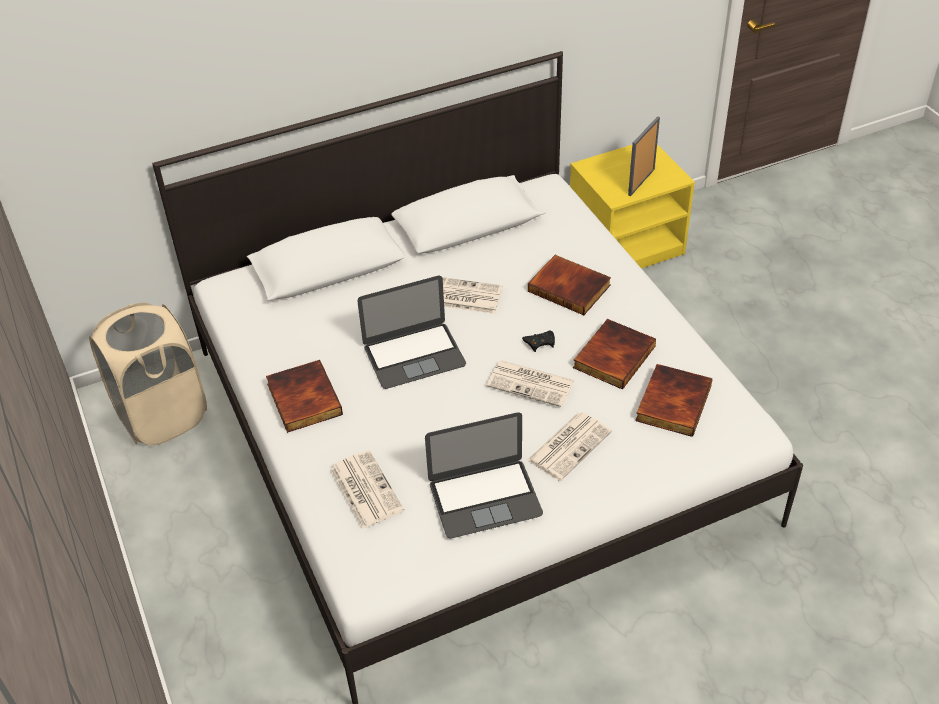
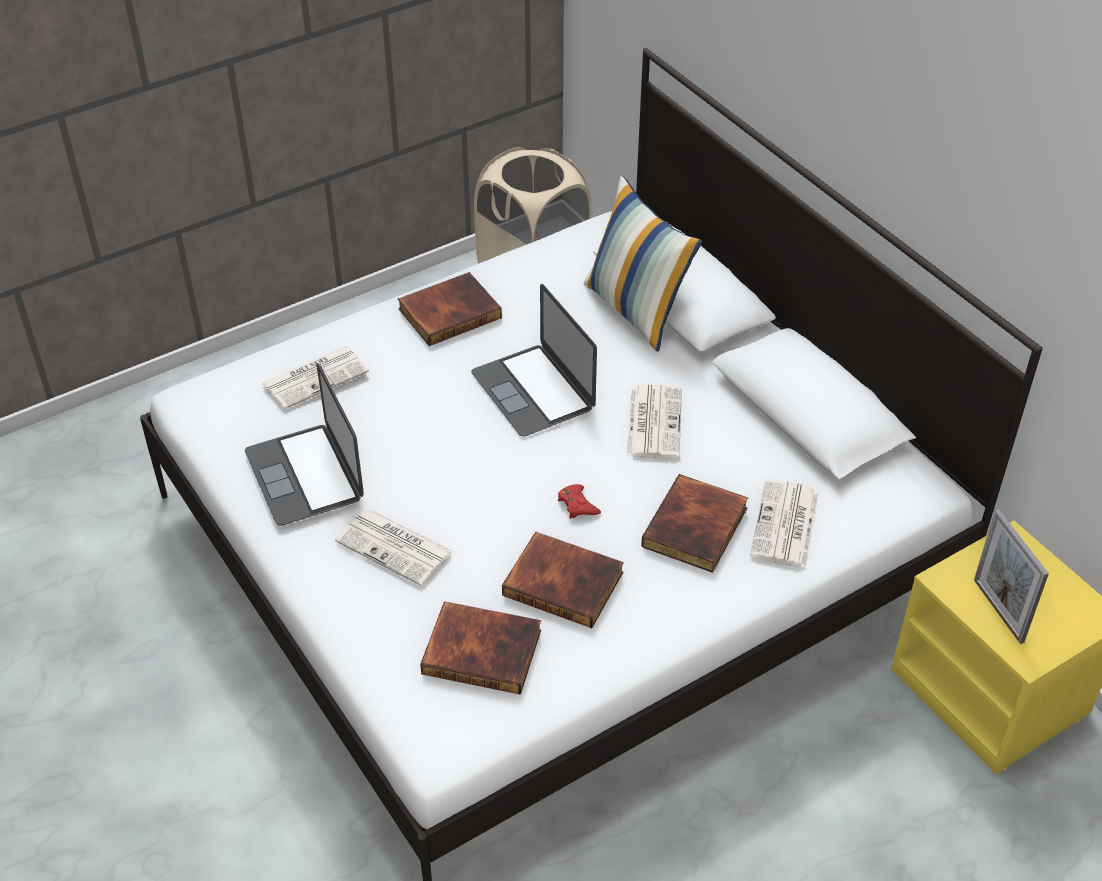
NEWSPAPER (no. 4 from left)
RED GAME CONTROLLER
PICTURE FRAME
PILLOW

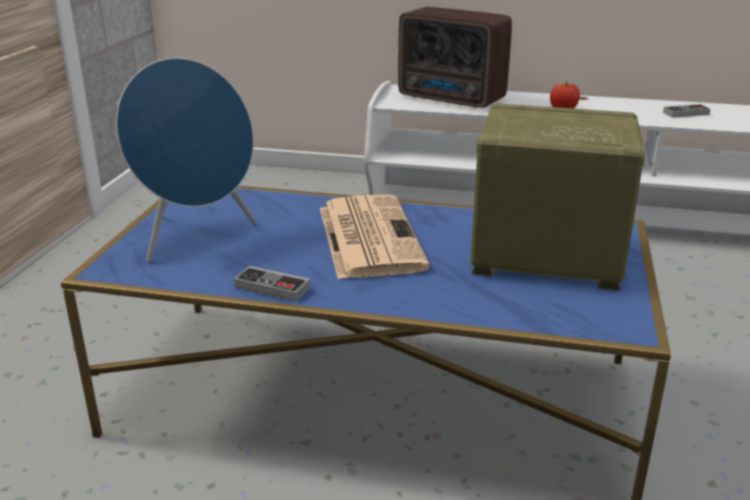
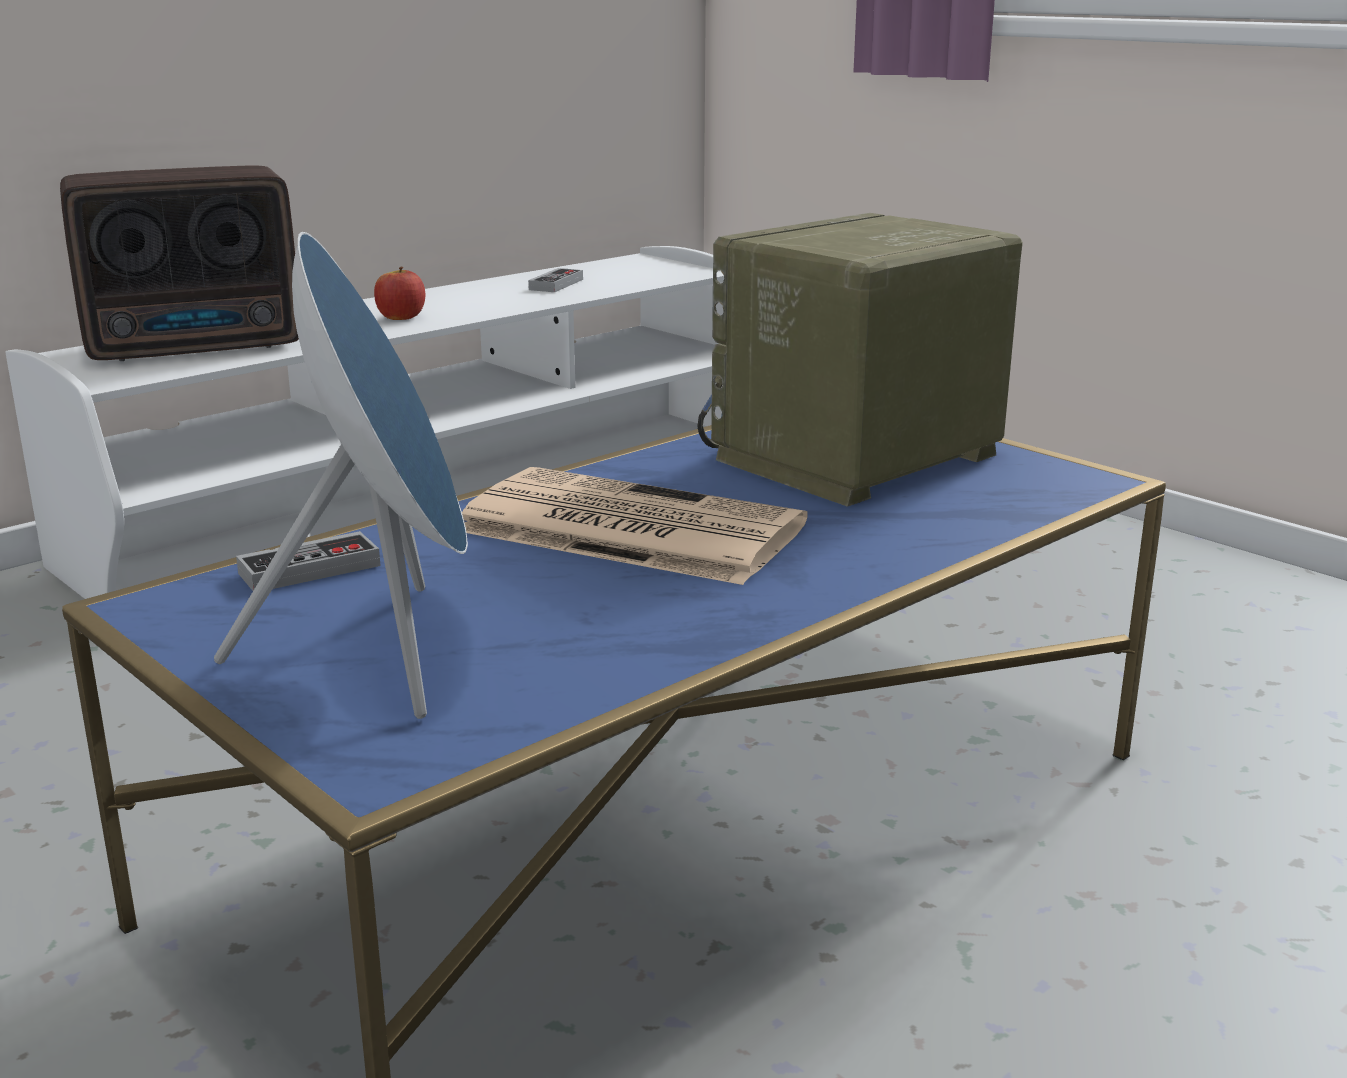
GAME CONTROLLER (no. 1 from left)

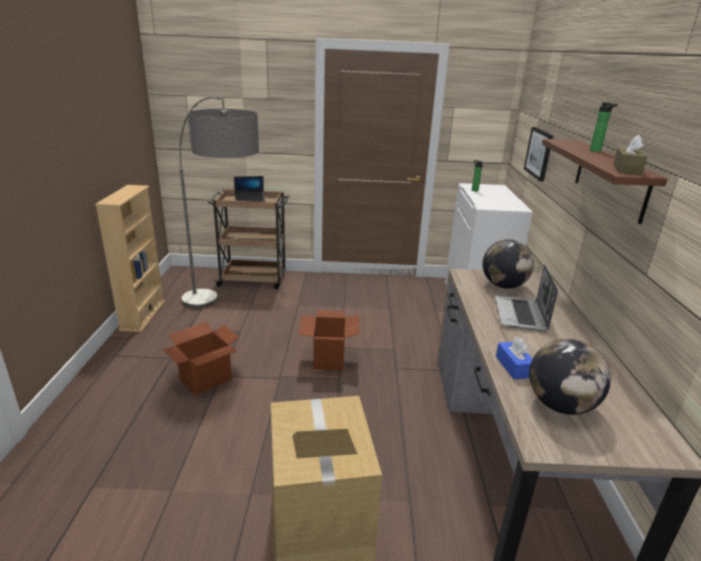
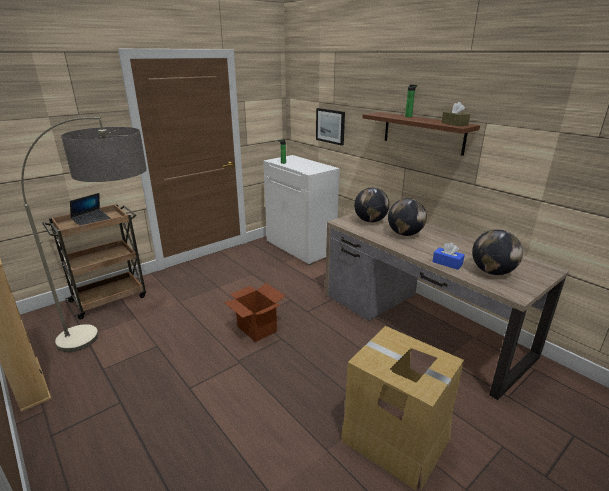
CARDBOARD BOX (no. 1 from left in the first image)
GLOBE (no. 2 from left)

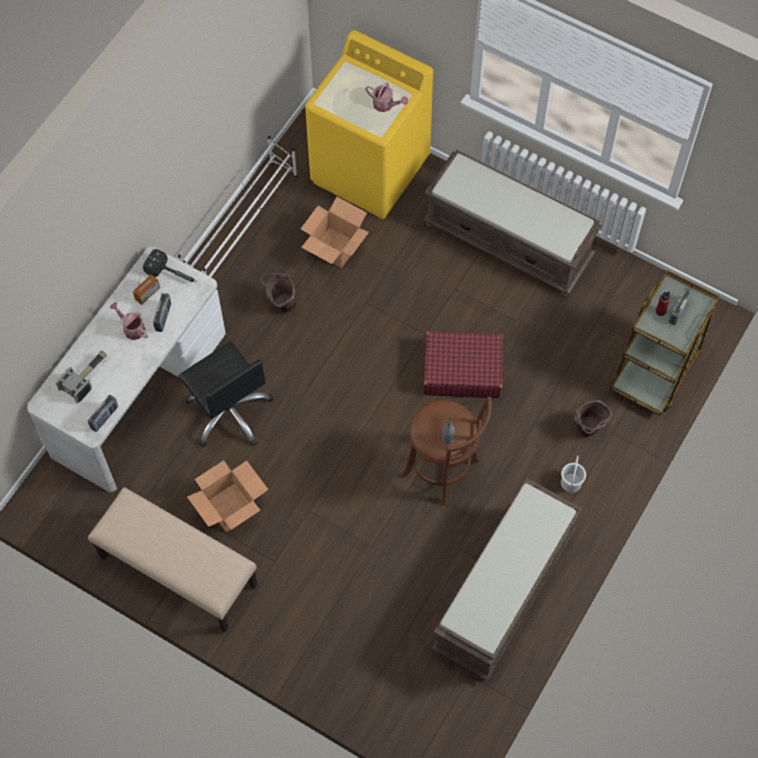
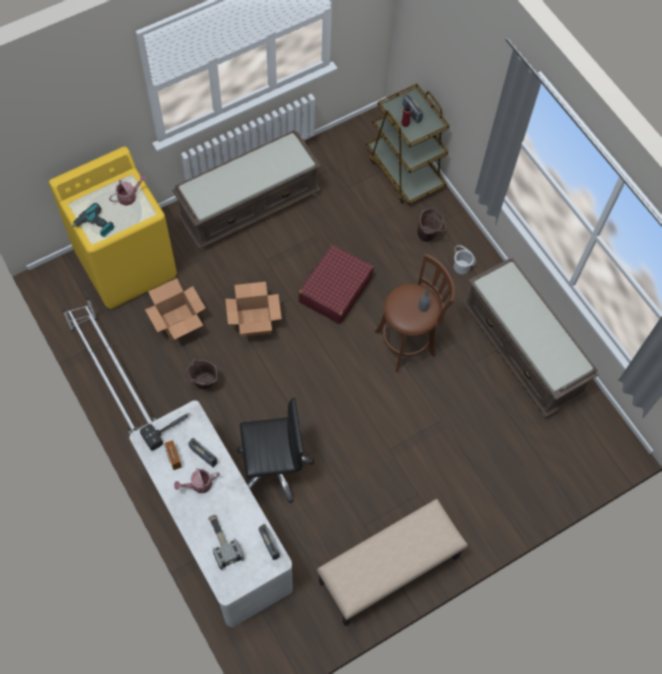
CARDBOARD BOX (no. 2 from left)
POWER DRILL

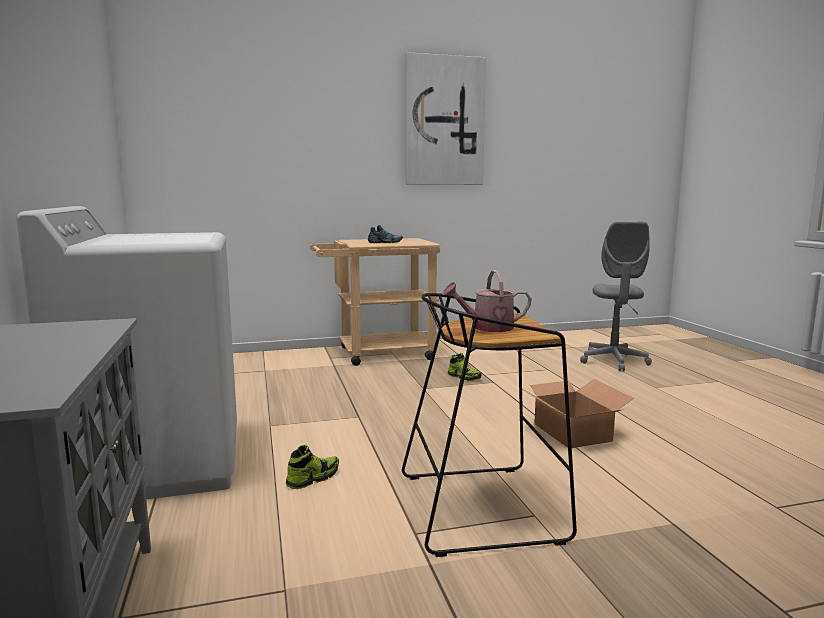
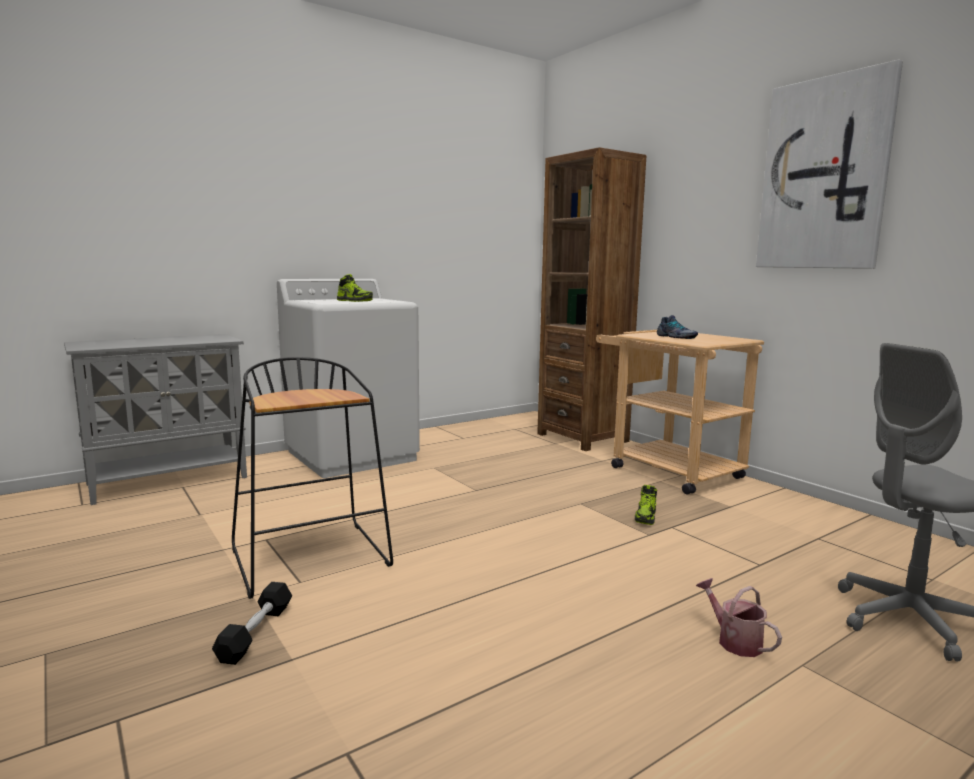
SHOE (no. 1 from left)
WATERING CAN
CARDBOARD BOX
BLACK DUMBBELL
BROWN BOOKCASE

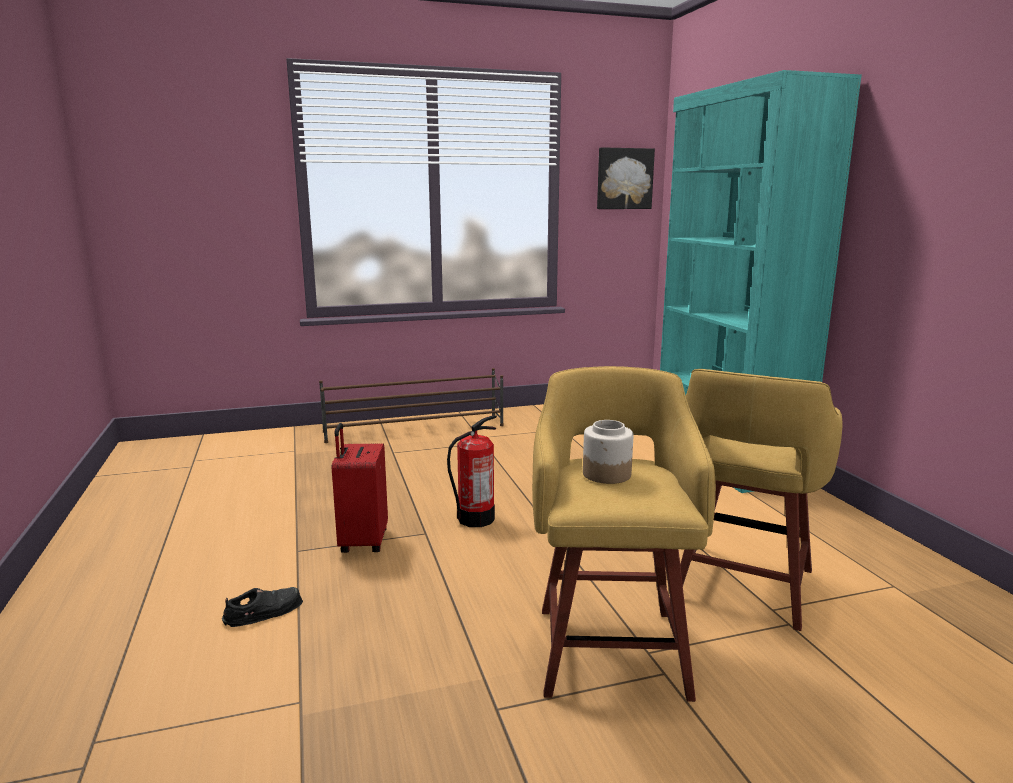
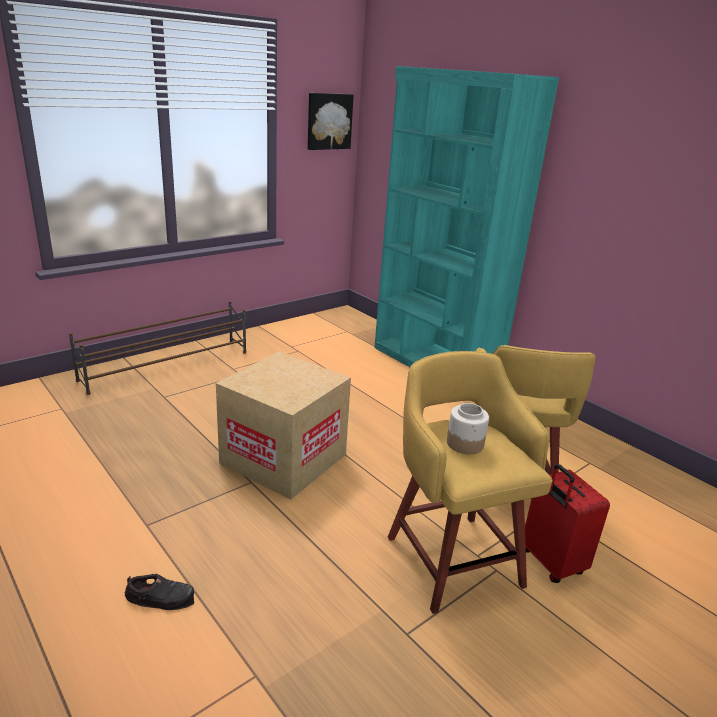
BLACK SHOE
RED SUITCASE
CARDBOARD BOX

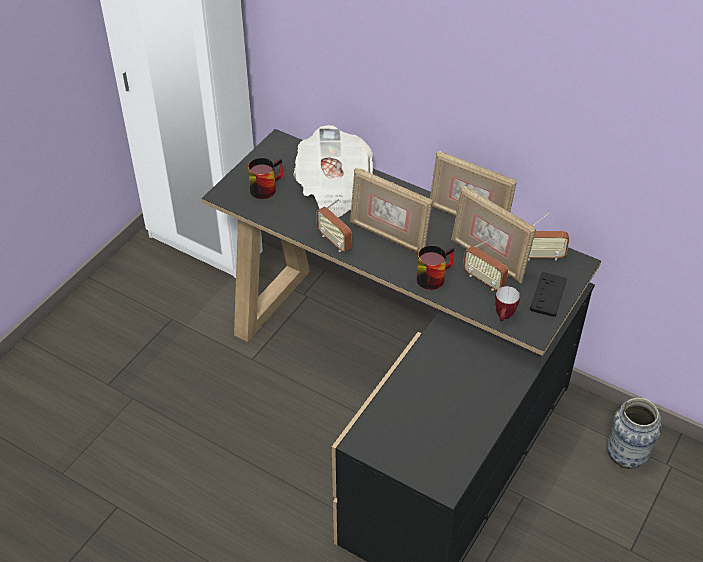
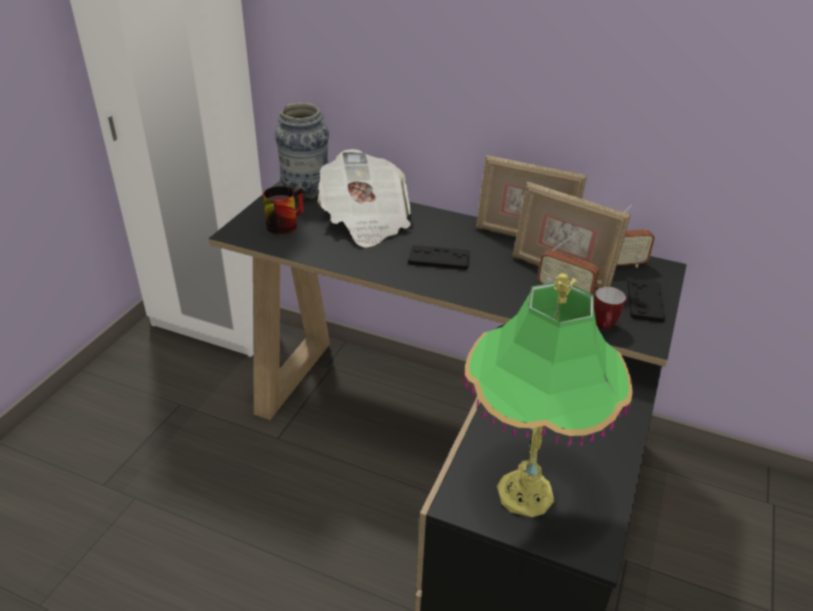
RADIO (no. 1 from left in the first image)
BLACK GAME CONTROLLER (no. 1 from left)
MUG (no. 2 from left in the first image)
VASE
TABLE LAMP

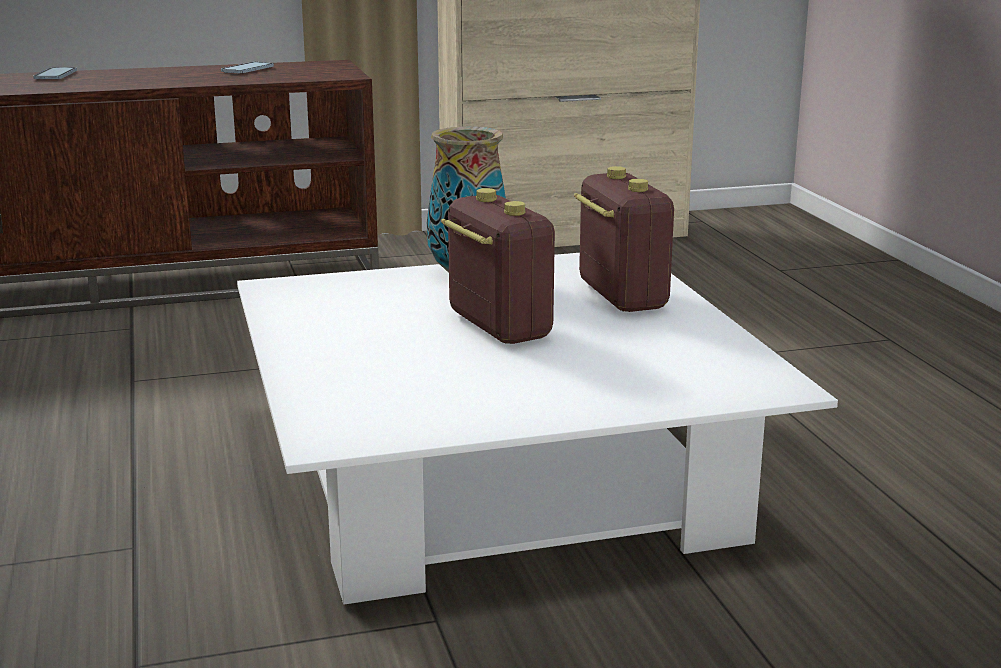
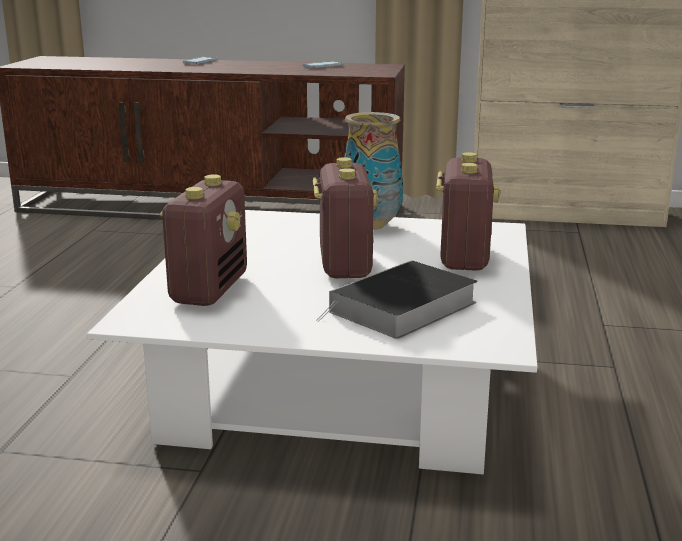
RADIO (no. 1 from left)
BOOK

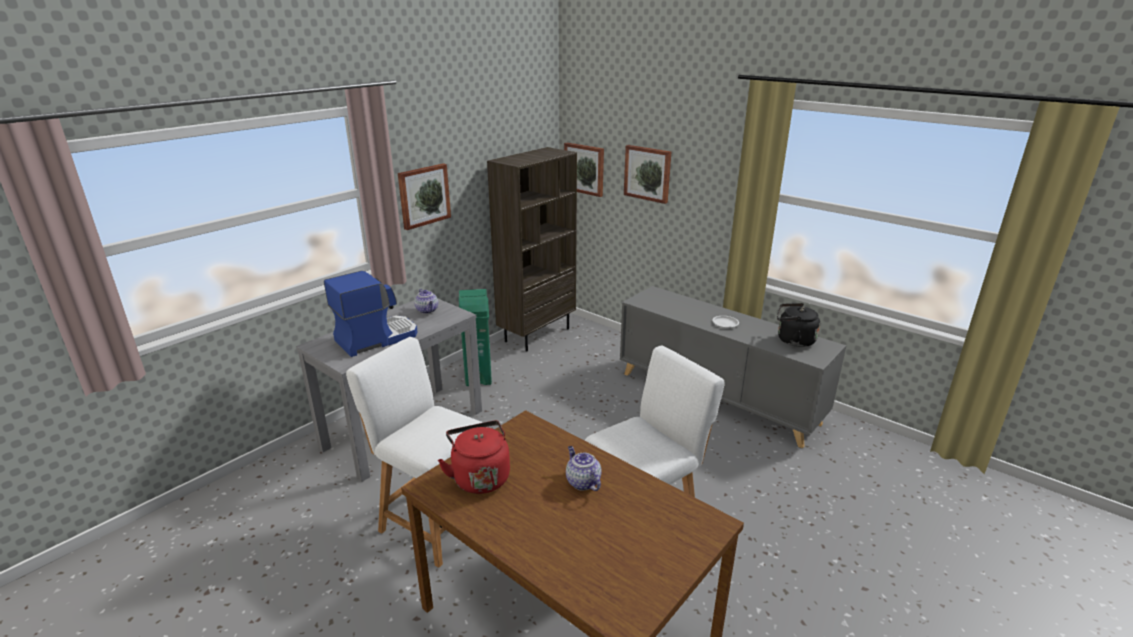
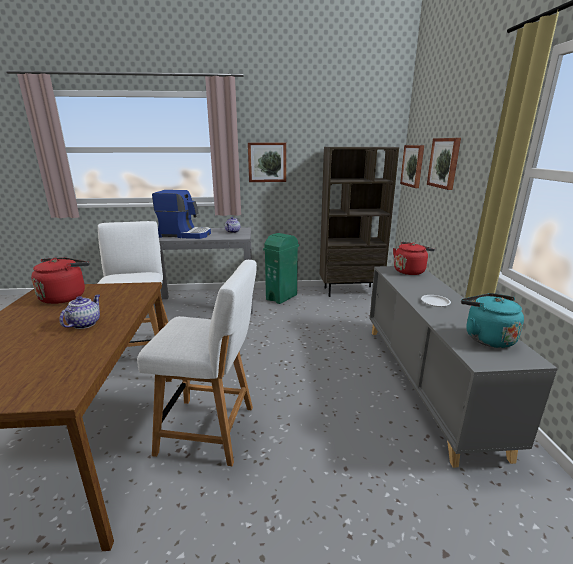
TURQUOISE KETTLE
RED KETTLE (no. 2 from left)

